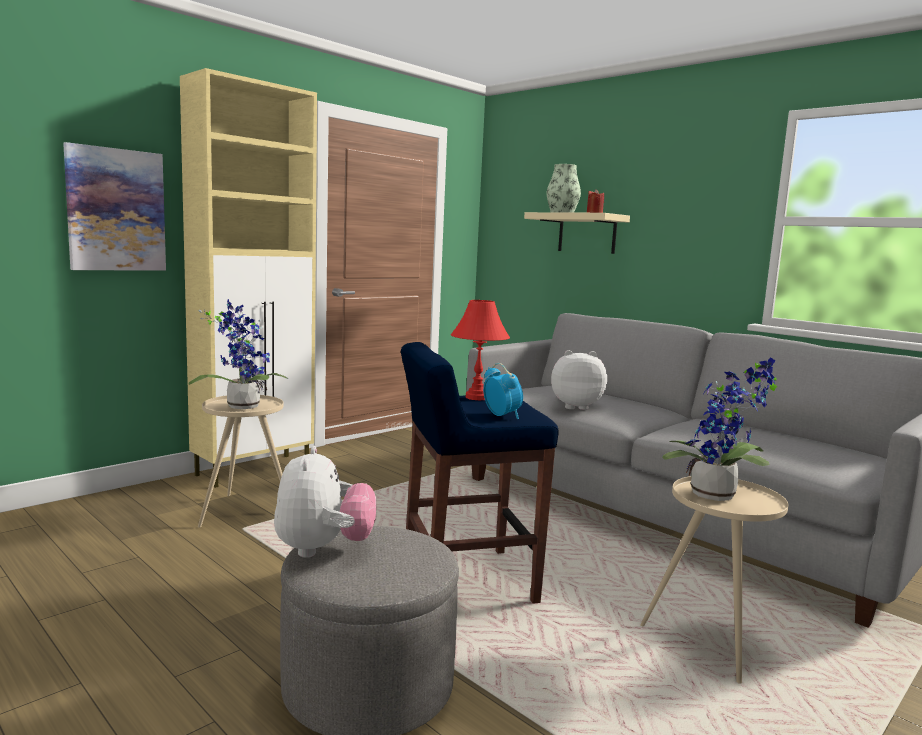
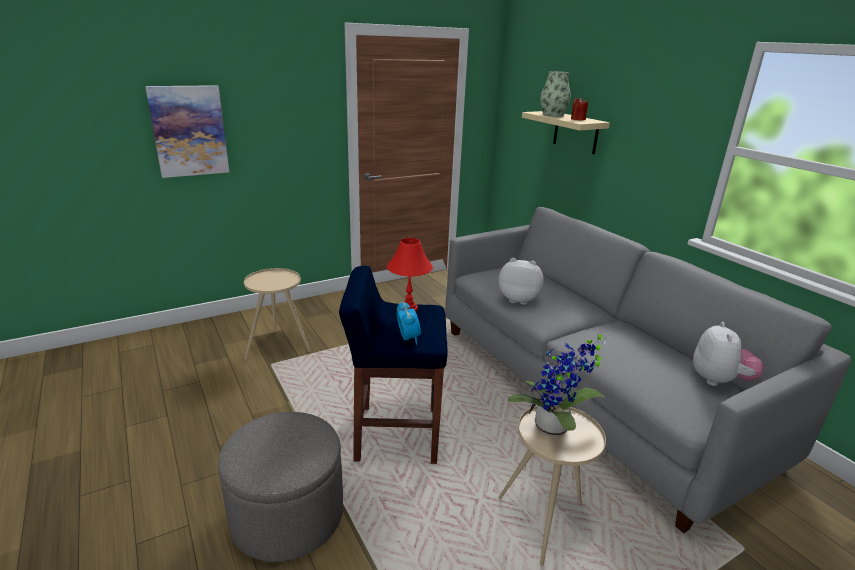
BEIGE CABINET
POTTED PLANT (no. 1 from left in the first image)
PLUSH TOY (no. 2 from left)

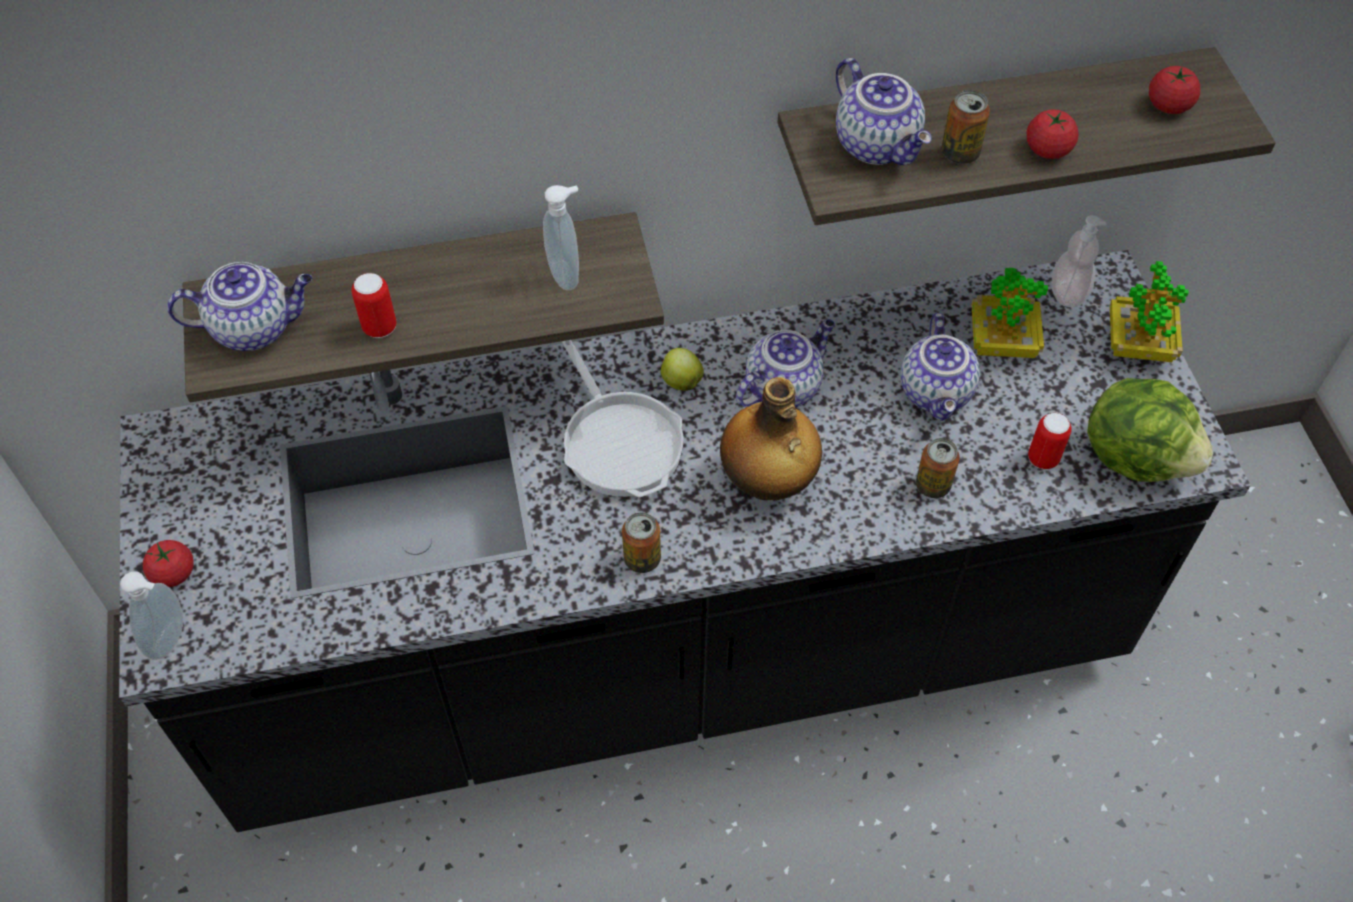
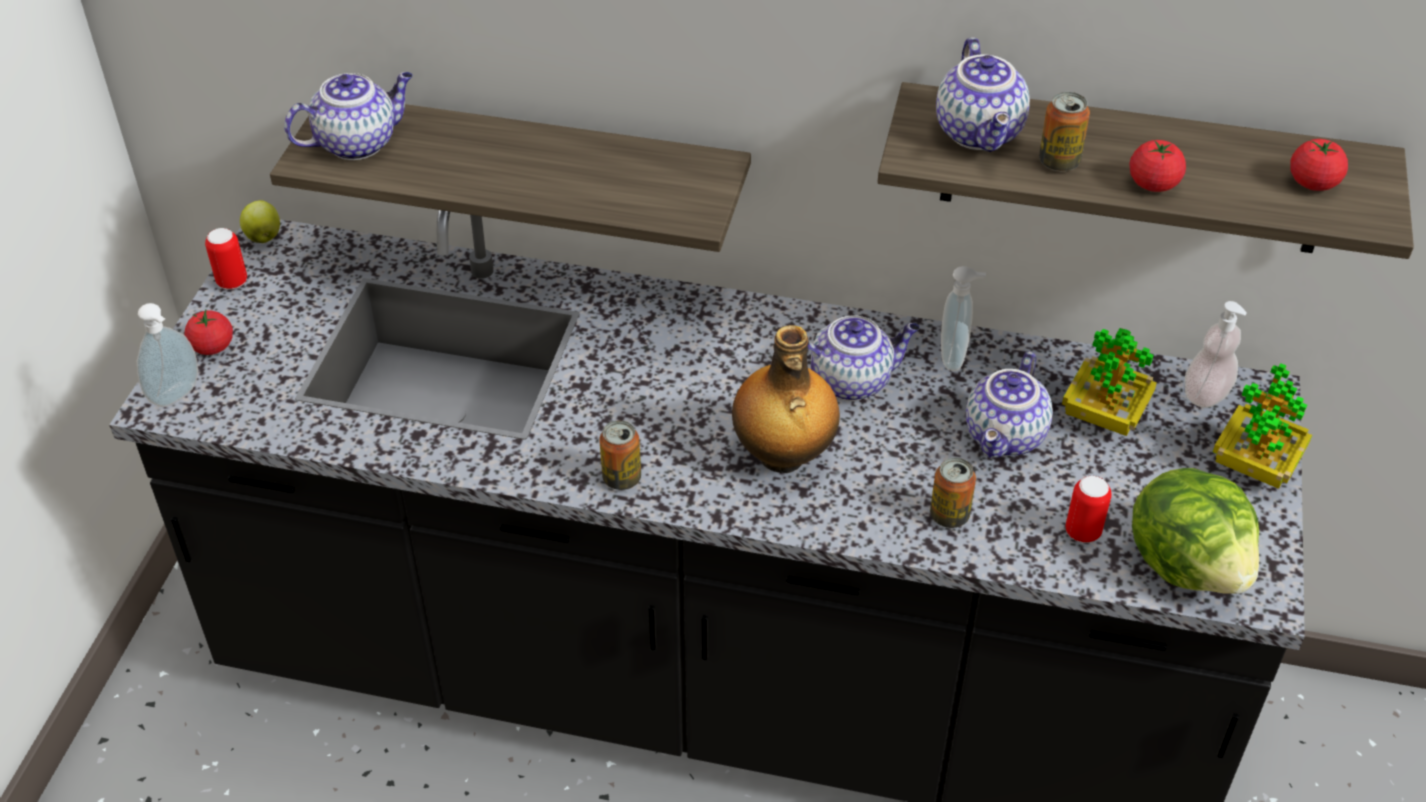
TEAPOT (no. 1 from left)
CAN (no. 1 from left)
SOAP DISPENSER (no. 2 from left)
FRYING PAN
APPLE

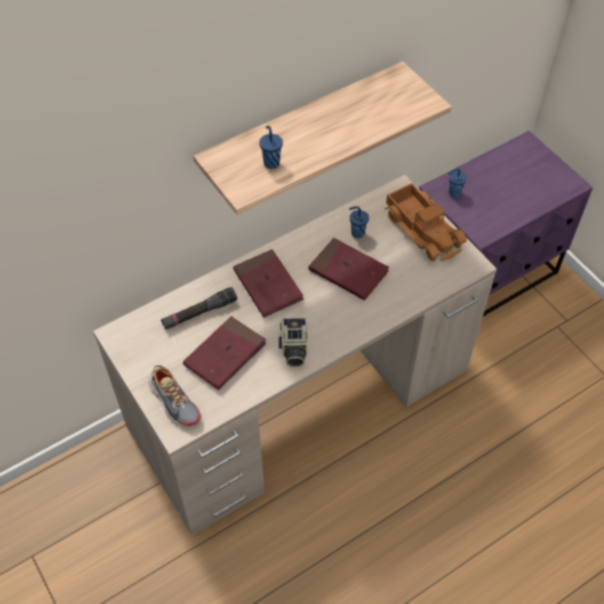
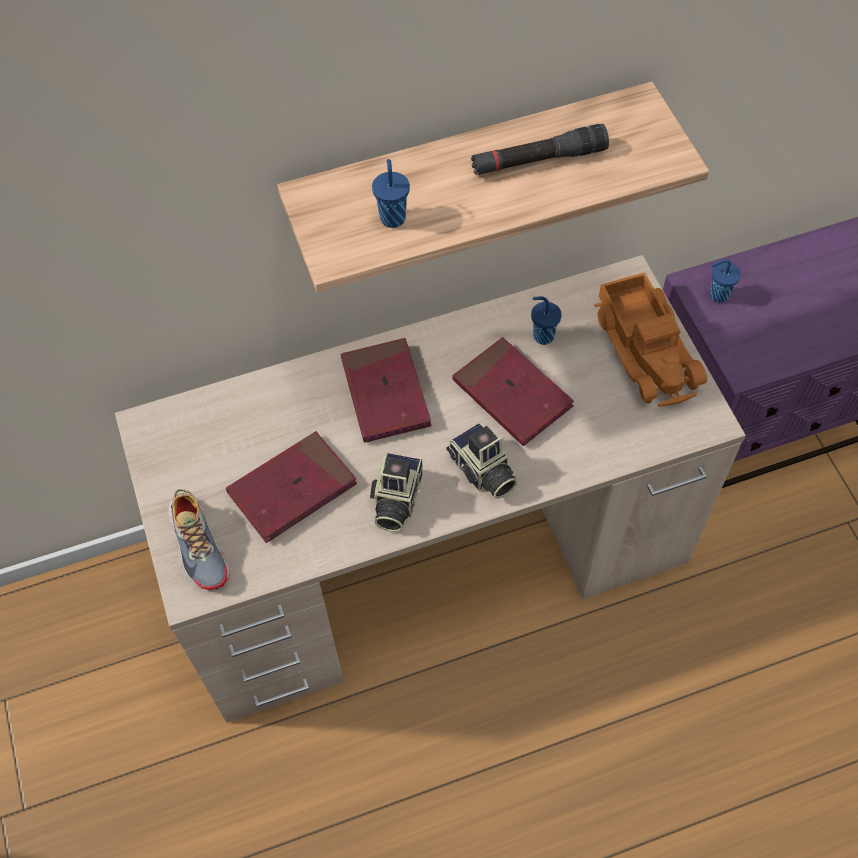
BLACK FLASHLIGHT
PHOTO CAMERA (no. 2 from left)

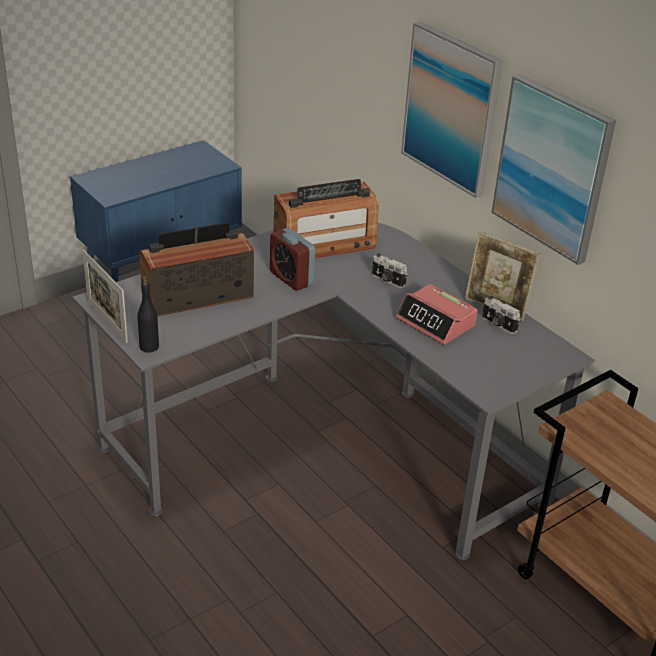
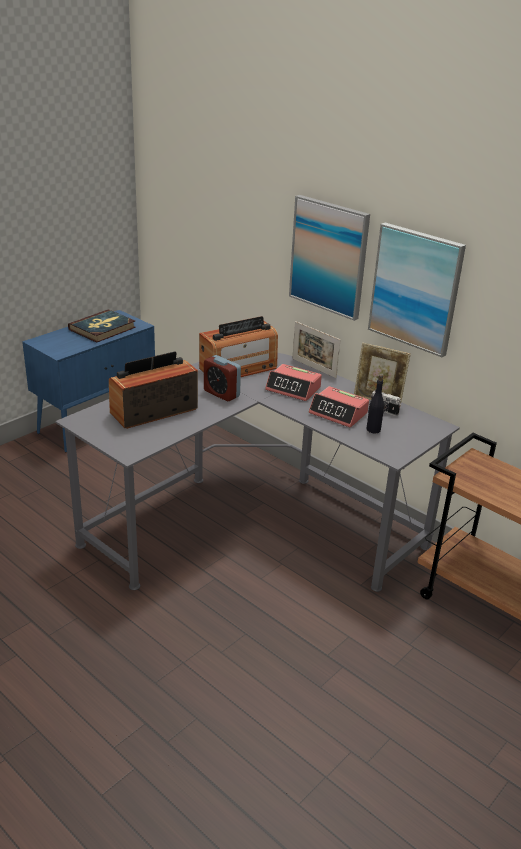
PICTURE FRAME (no. 1 from left)
BLACK BOTTLE
ALARM CLOCK (no. 2 from left)
BOOK

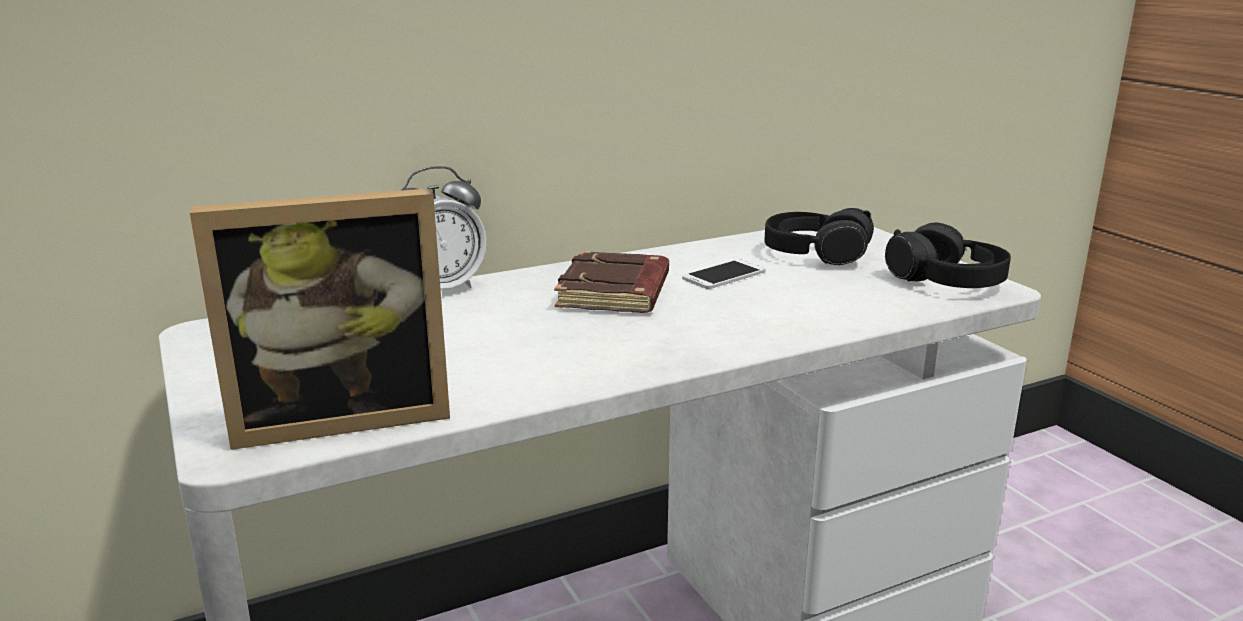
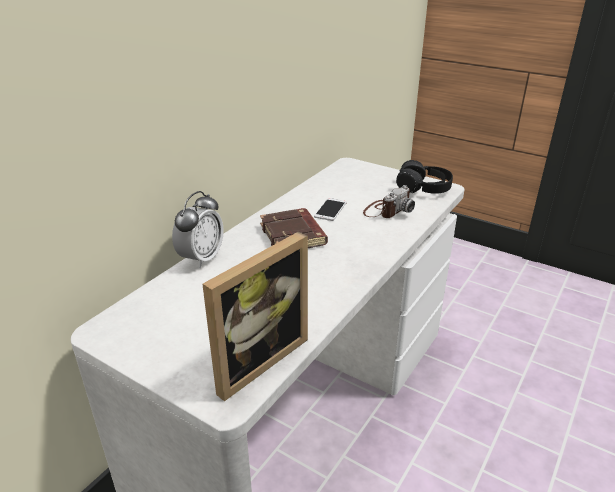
BLACK HEADPHONES (no. 1 from left in the first image)
PHOTO CAMERA

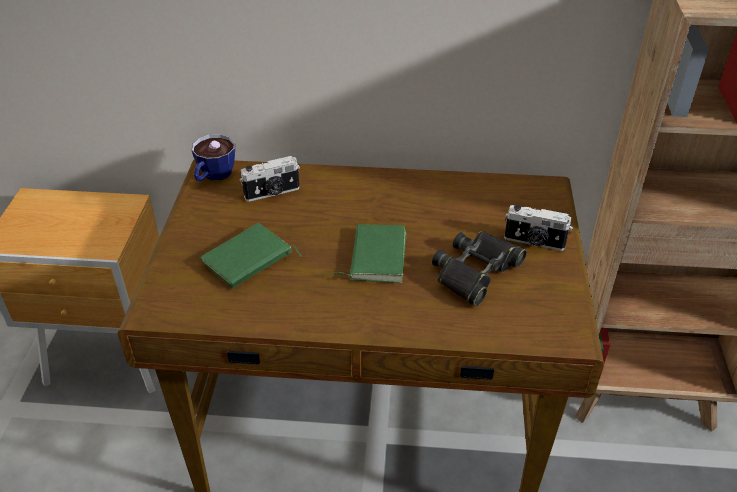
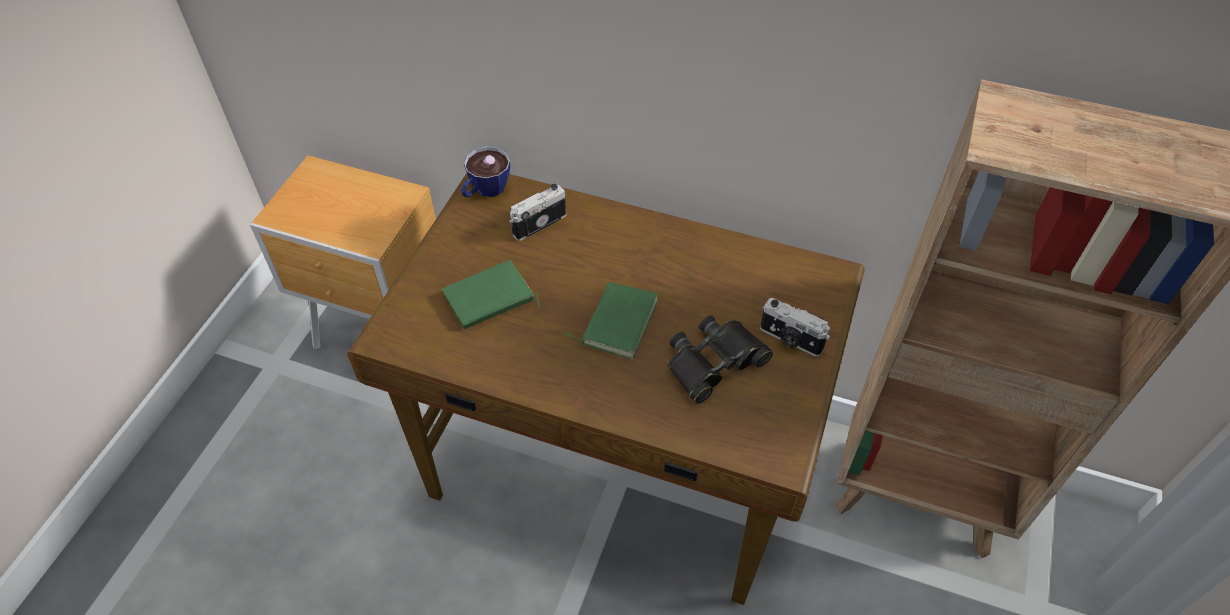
PHOTO CAMERA (no. 1 from left)

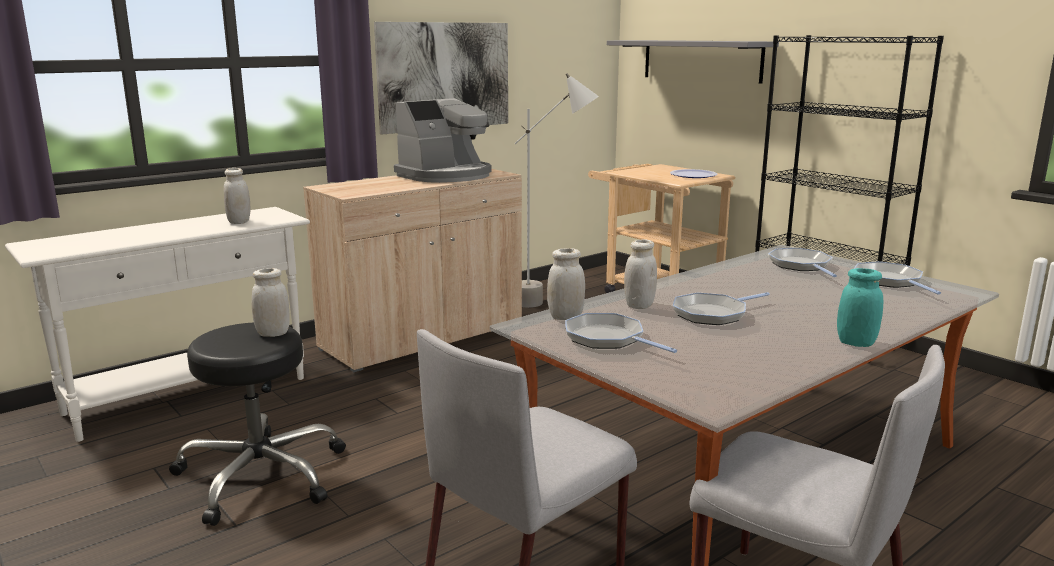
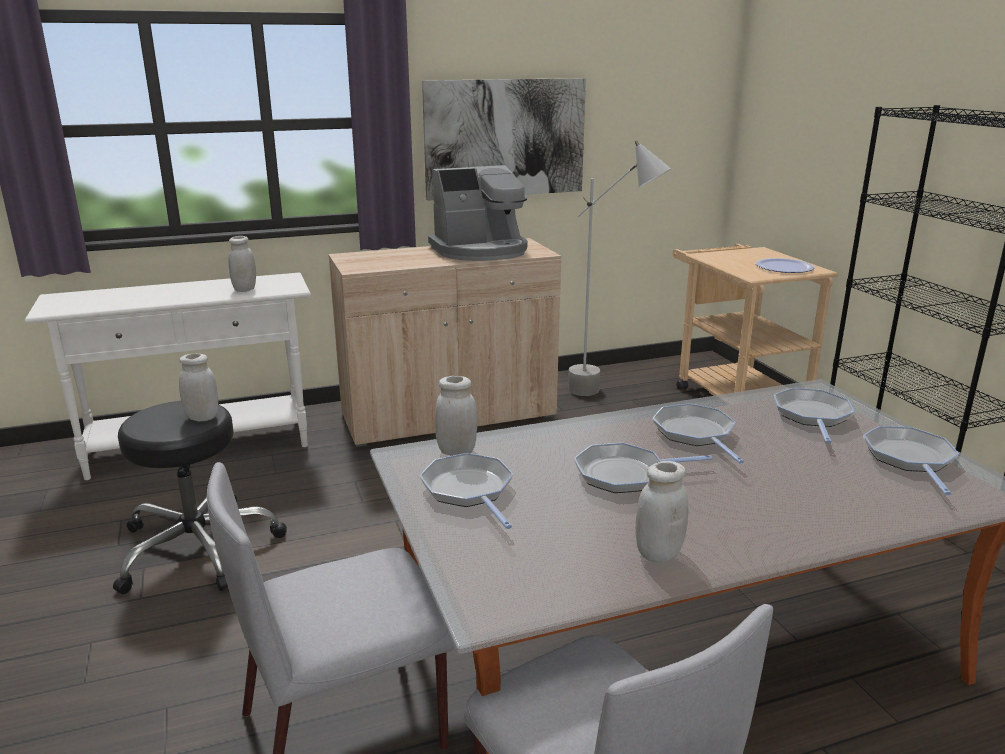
GREY SHELF
WHITE JAR (no. 4 from left)
TURQUOISE JAR
FRYING PAN (no. 3 from left)

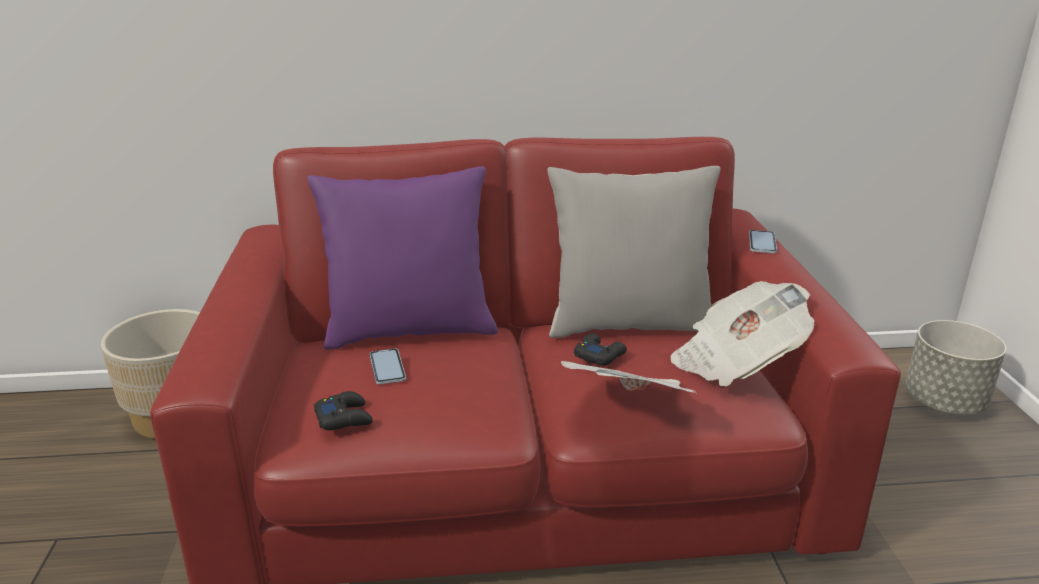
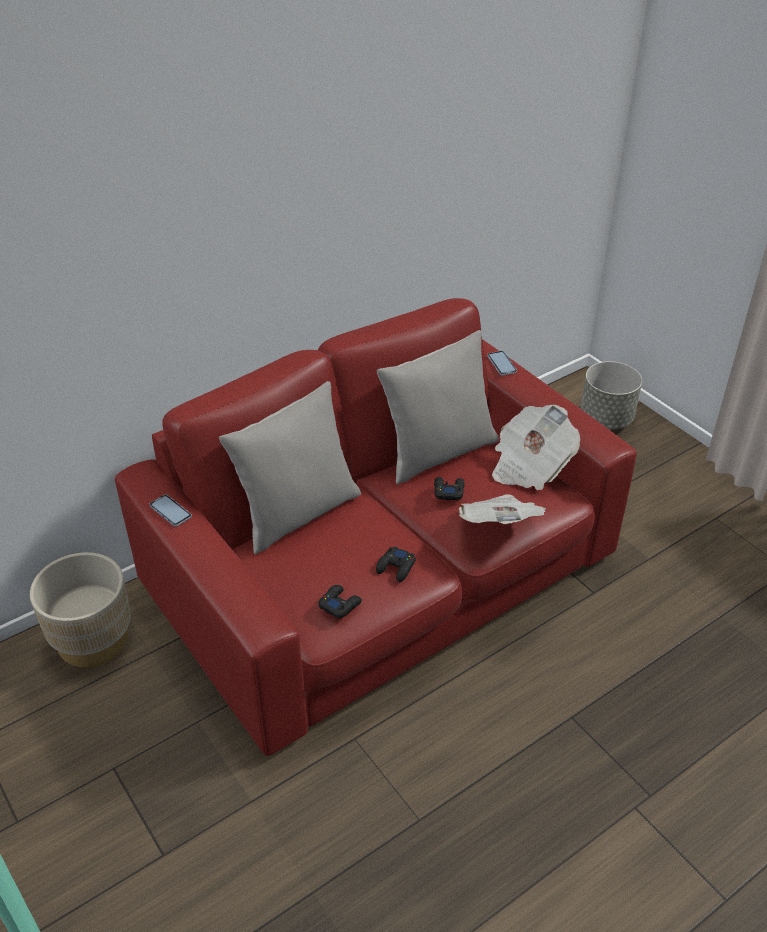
GREY PILLOW (no. 1 from left)
PHONE (no. 1 from left)
BLACK GAME CONTROLLER (no. 2 from left)

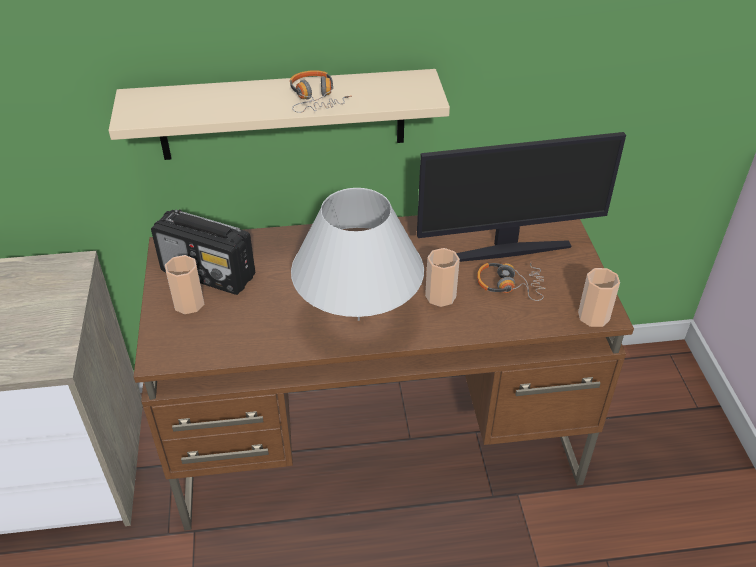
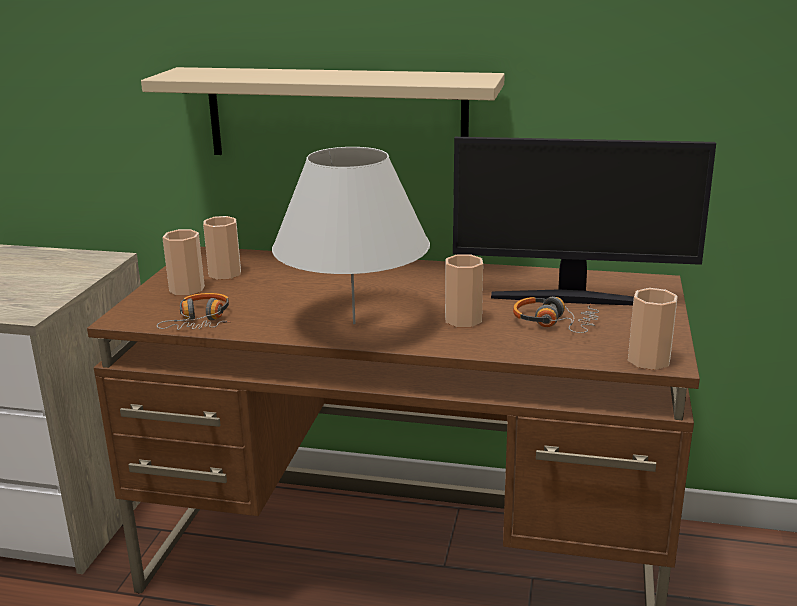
CUP (no. 2 from left)
HEADPHONES (no. 1 from left)

